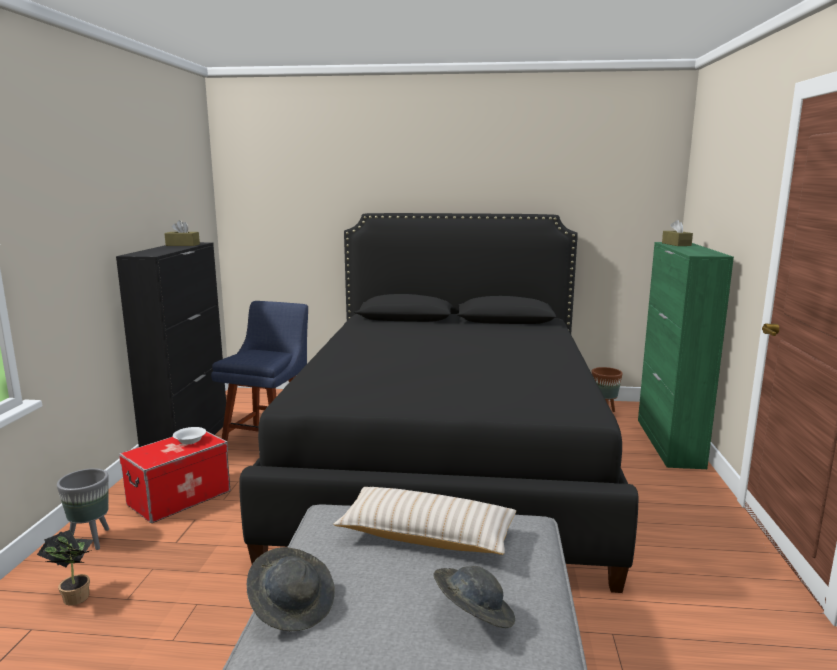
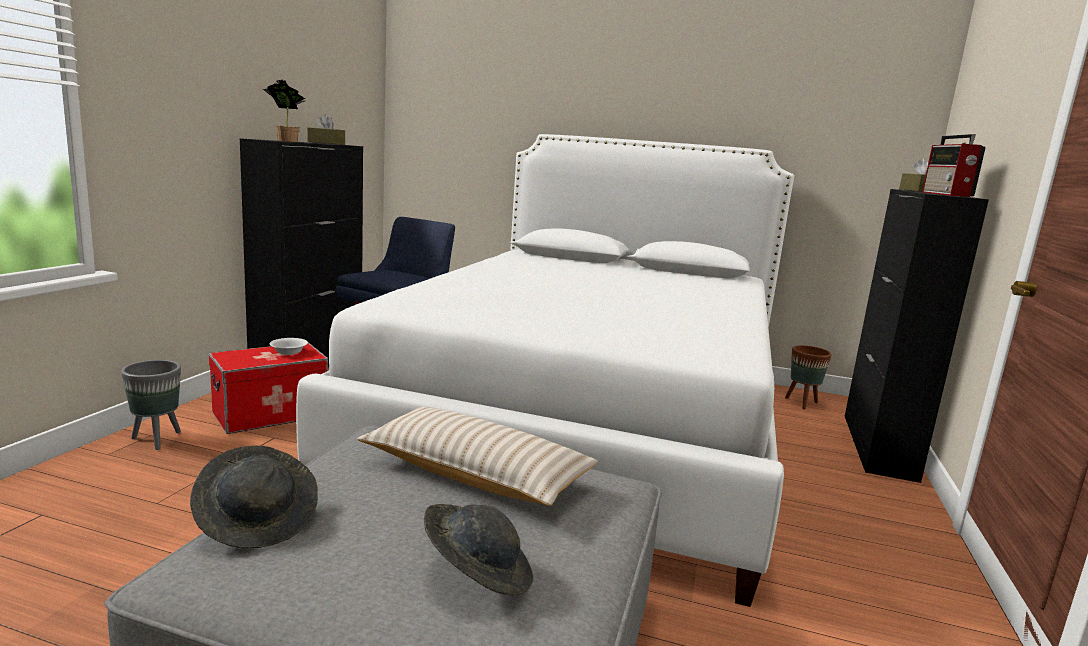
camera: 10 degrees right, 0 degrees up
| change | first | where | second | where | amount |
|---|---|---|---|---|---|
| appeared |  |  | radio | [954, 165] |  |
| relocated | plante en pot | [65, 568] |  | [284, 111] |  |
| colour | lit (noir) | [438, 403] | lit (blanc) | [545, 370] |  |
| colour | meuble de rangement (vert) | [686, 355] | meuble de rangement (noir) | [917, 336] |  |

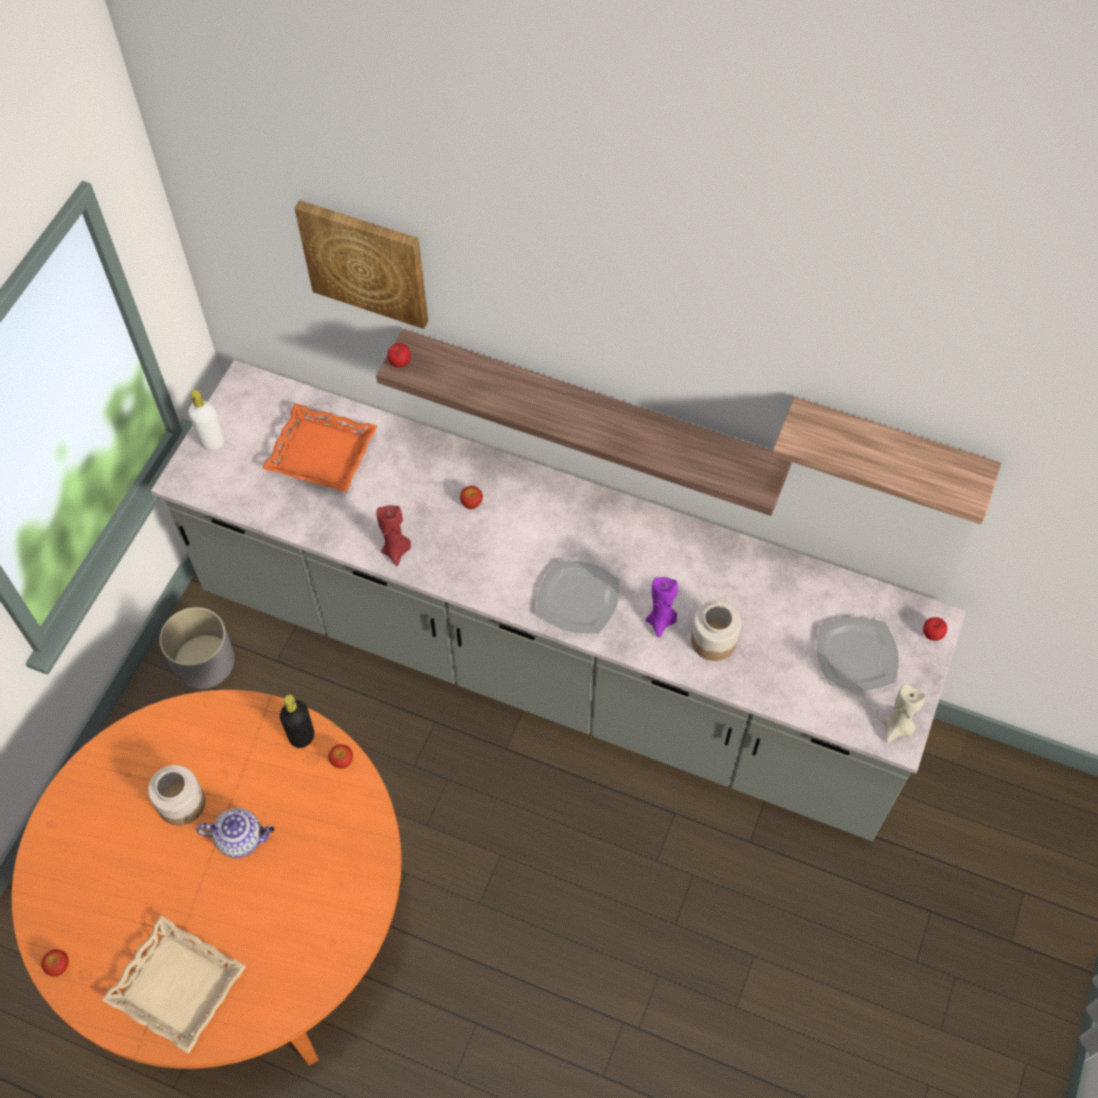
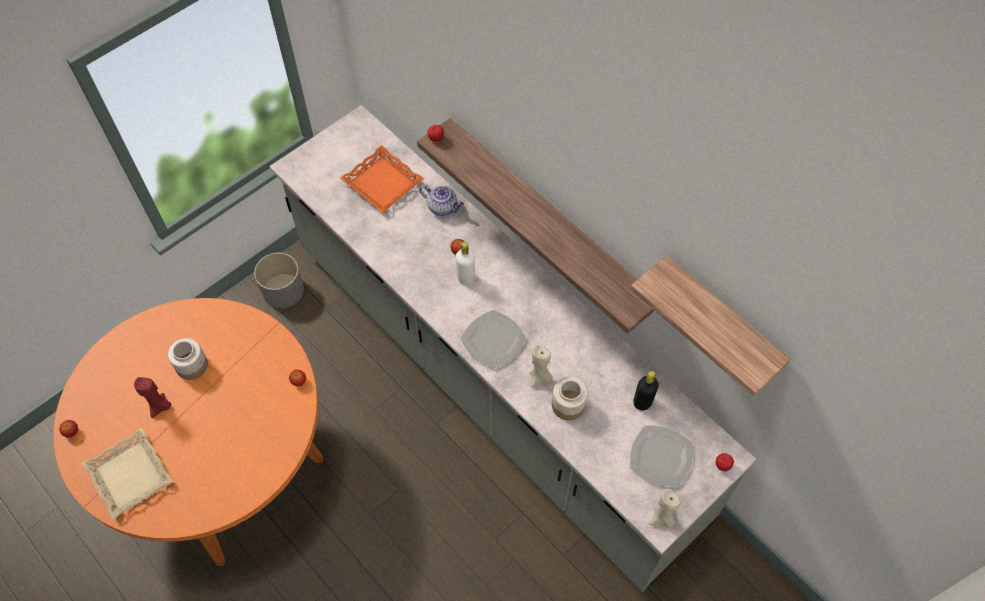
camera: 25 degrees right, 0 degrees up
| change | first | where | second | where | amount |
|---|---|---|---|---|---|
| missing | tableau | [361, 264] |  |  |  |
| relocated | bouteille (blanc) | [206, 420] |  | [465, 263] |  |
| relocated | théière | [235, 833] |  | [442, 201] |  |
| relocated | bouteille (noir) | [297, 721] |  | [646, 391] |  |
| relocated | bougie (rouge) | [394, 535] |  | [152, 397] |  |
| colour | bougie (violet) | [662, 607] | bougie (beige) | [541, 366] |  |

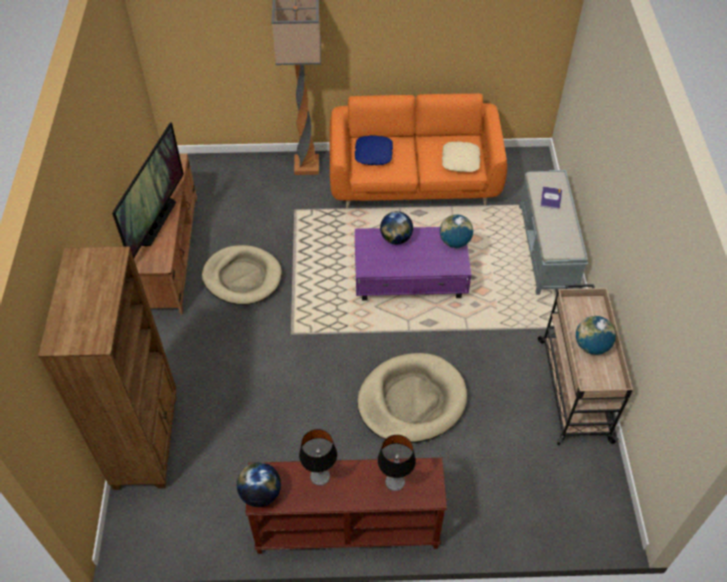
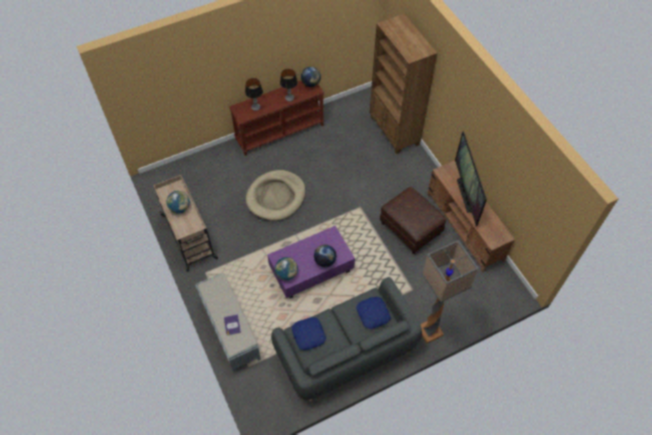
camera: 155 degrees right, 5 degrees up
| change | first | where | second | where | amount |
|---|---|---|---|---|---|
| exchanged | panier pour chien (beige) | [242, 275] | pouf (marron) | [413, 220] |  |
| colour | canapé (orange) | [418, 150] | canapé (gris) | [346, 339] |  |
| colour | coussin (beige) | [461, 156] | coussin (bleu) | [309, 333] |  |

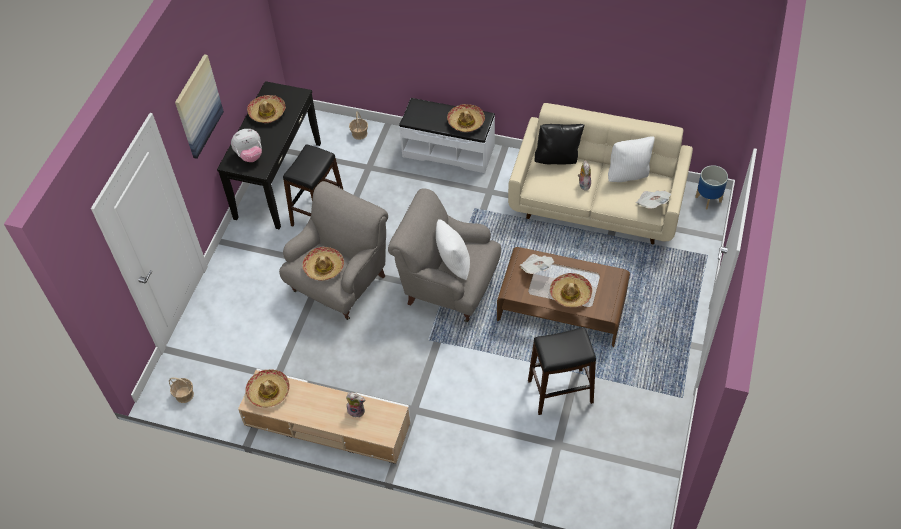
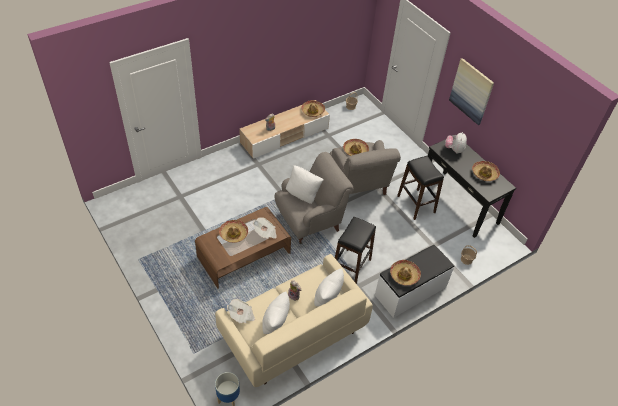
camera: 125 degrees right, 5 degrees down
| change | first | where | second | where | amount |
|---|---|---|---|---|---|
| relocated | tabouret (noir) | [562, 371] |  | [355, 250] |  |
| colour | coussin (noir) | [559, 144] | coussin (blanc) | [329, 287] |  |

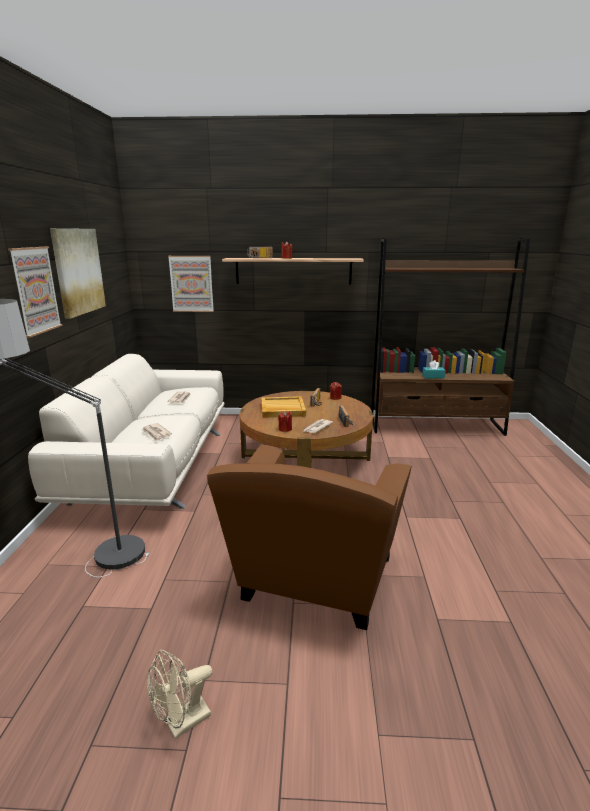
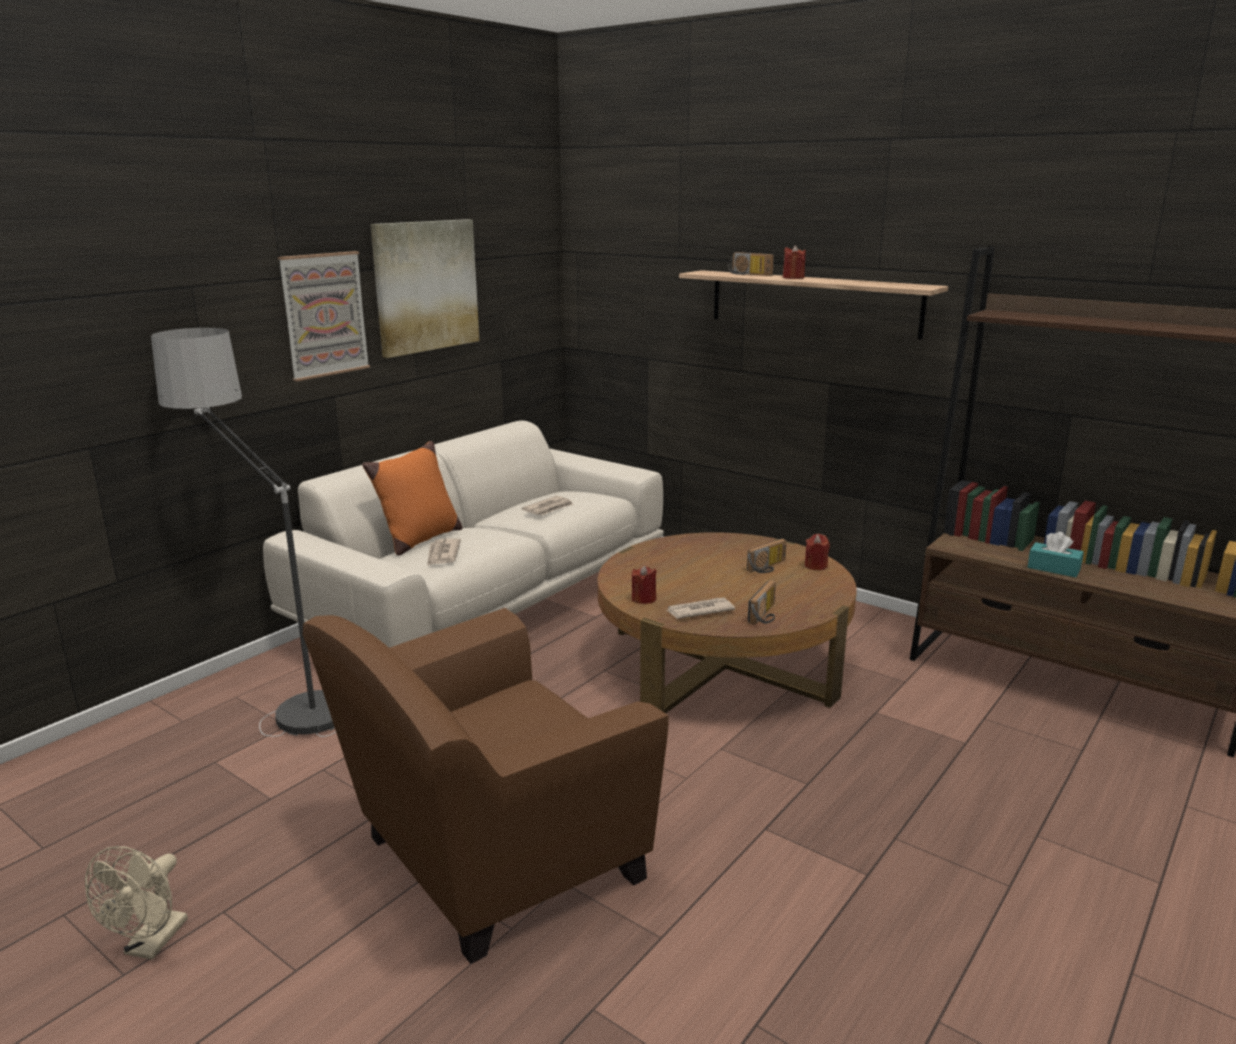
camera: 35 degrees right, 0 degrees up
| change | first | where | second | where | amount |
|---|---|---|---|---|---|
| missing | tableau | [191, 284] |  |  |  |
| missing | plateau (beige) | [283, 407] |  |  |  |
| appeared |  |  | coussin (orange) | [412, 498] |  |
| spun | ventilateur (beige) | [180, 694] |  | [136, 903] | 75 degrees counterclockwise |

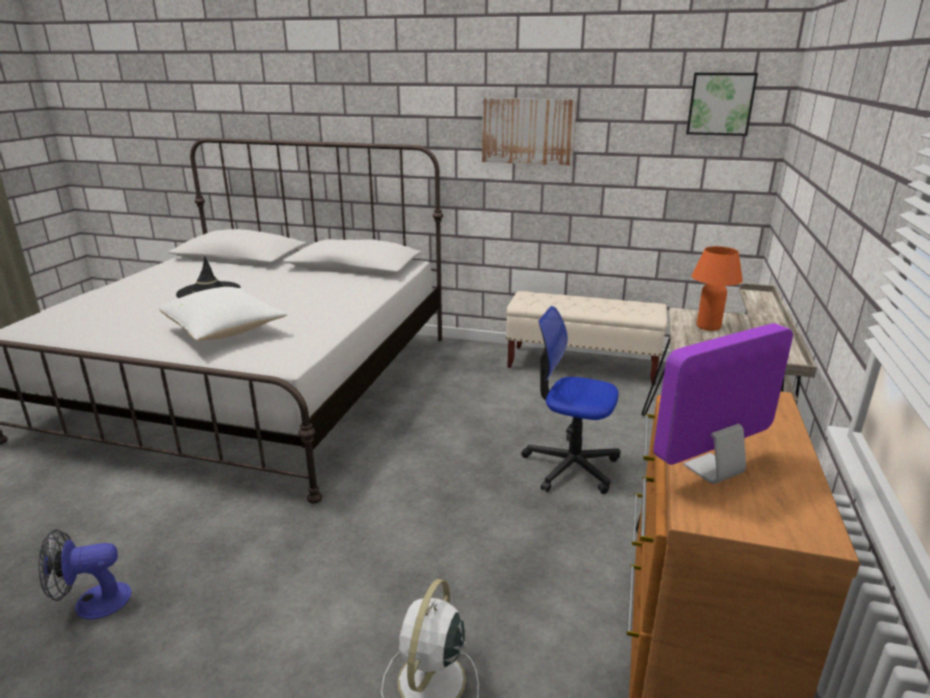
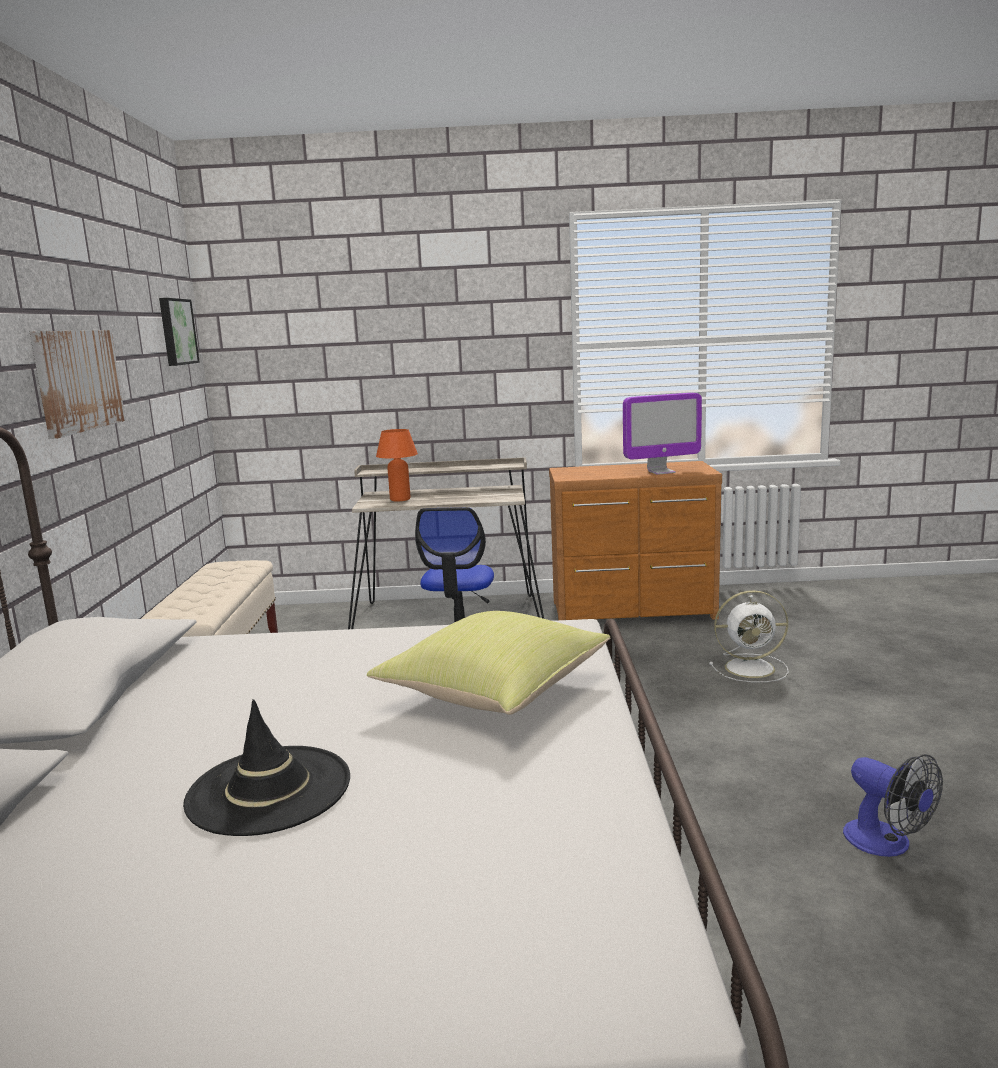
camera: 105 degrees left, 10 degrees down
| change | first | where | second | where | amount |
|---|---|---|---|---|---|
| colour | coussin (blanc) | [223, 314] | coussin (jaune) | [488, 663] |  |
| spun | écran d'ordinateur | [723, 403] |  | [662, 434] | 60 degrees counterclockwise |

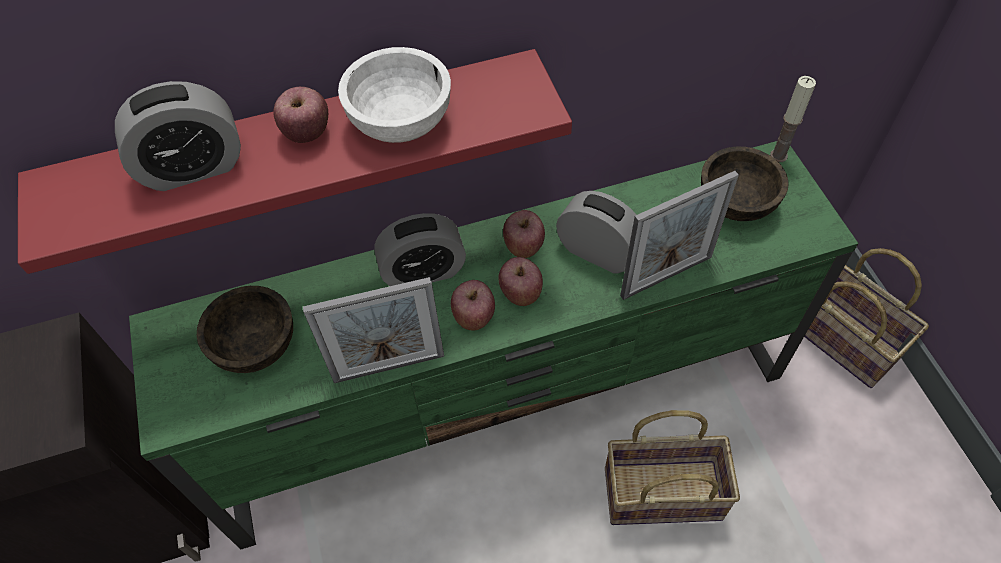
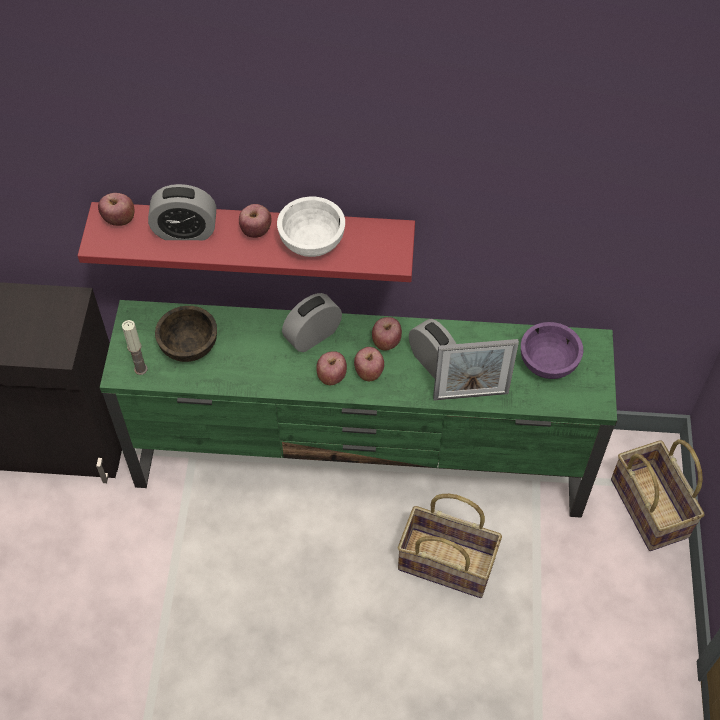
camera: 20 degrees right, 0 degrees up
| change | first | where | second | where | amount |
|---|---|---|---|---|---|
| missing | cadre photo | [373, 330] |  |  |  |
| appeared |  |  | pomme | [116, 209] |  |
| relocated | bougie | [793, 119] |  | [135, 347] |  |
| colour | bol (marron) | [745, 183] | bol (violet) | [552, 350] |  |
| spun | réveil | [420, 249] |  | [312, 322] | 135 degrees clockwise |

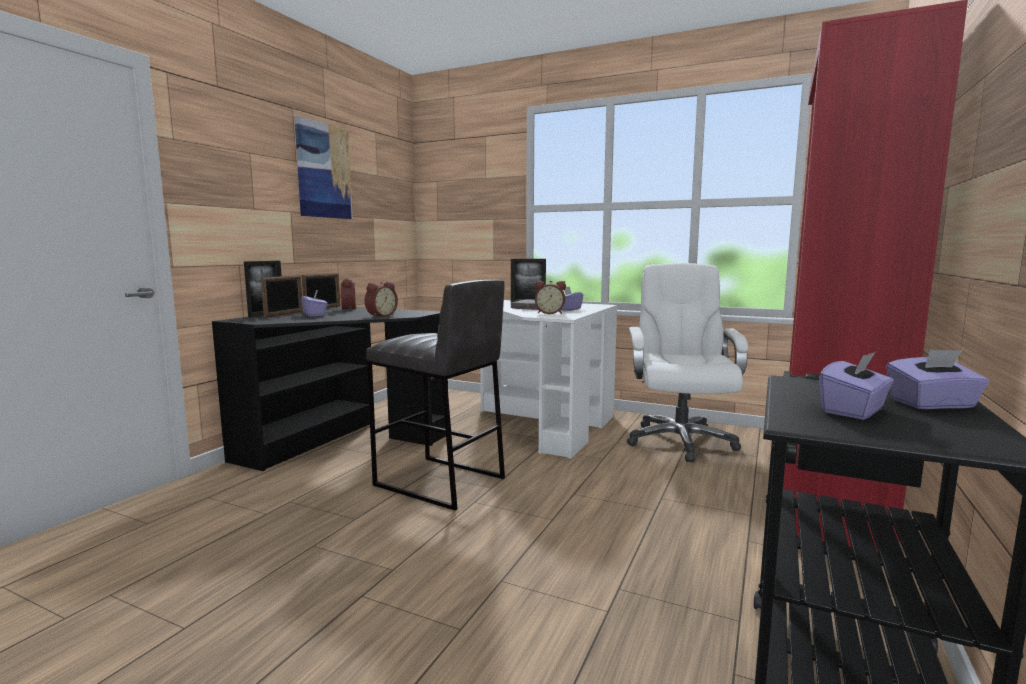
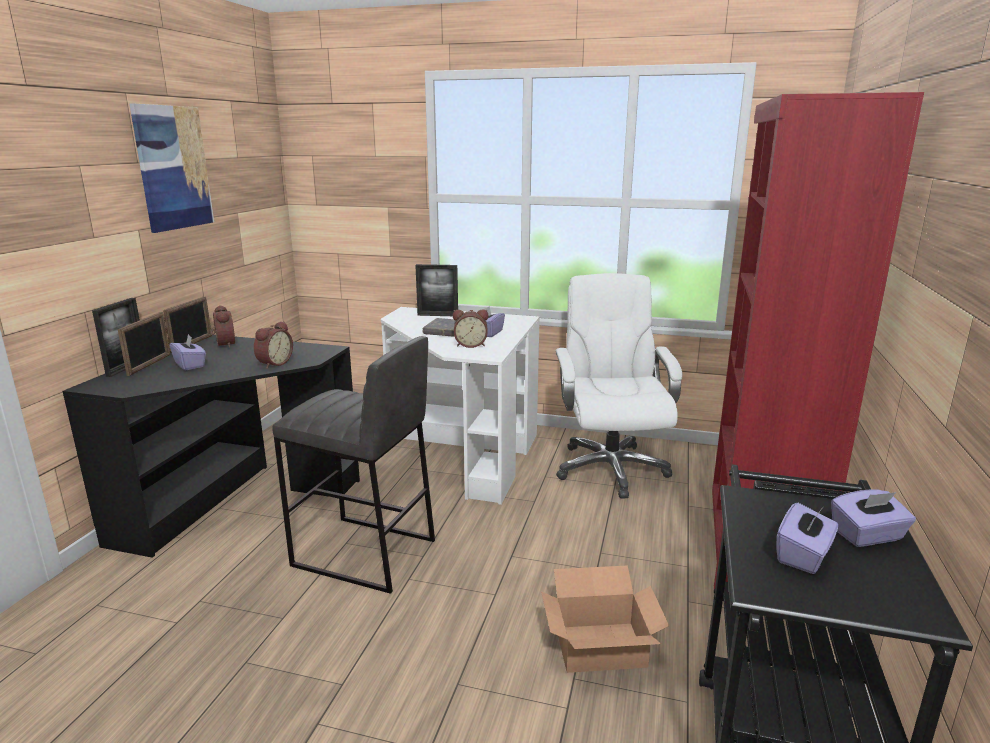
camera: 10 degrees left, 10 degrees up
| change | first | where | second | where | amount |
|---|---|---|---|---|---|
| appeared |  |  | carton | [605, 619] |  |

